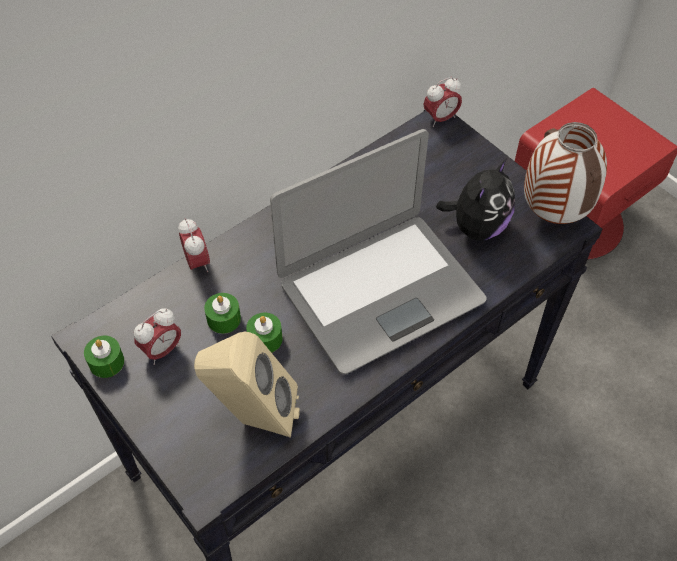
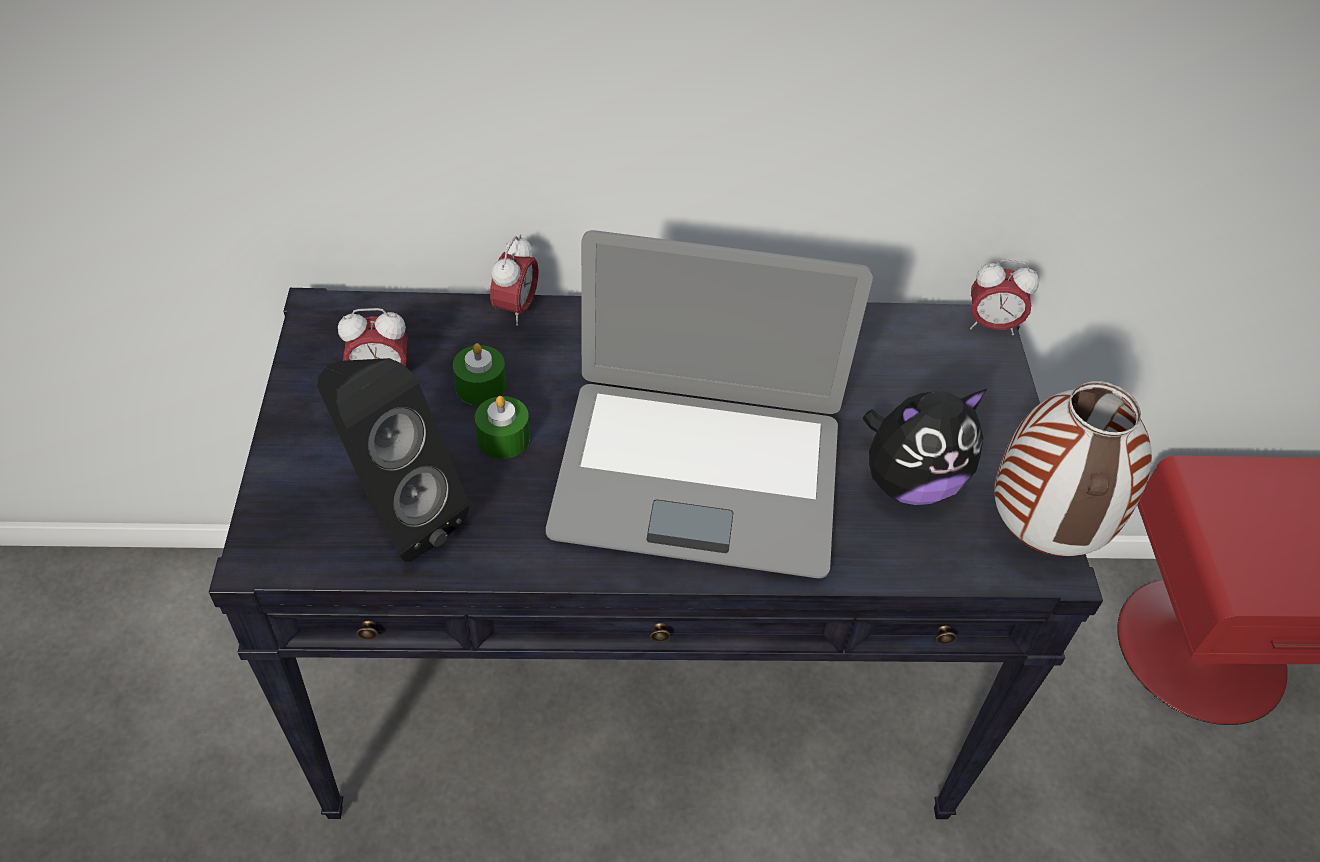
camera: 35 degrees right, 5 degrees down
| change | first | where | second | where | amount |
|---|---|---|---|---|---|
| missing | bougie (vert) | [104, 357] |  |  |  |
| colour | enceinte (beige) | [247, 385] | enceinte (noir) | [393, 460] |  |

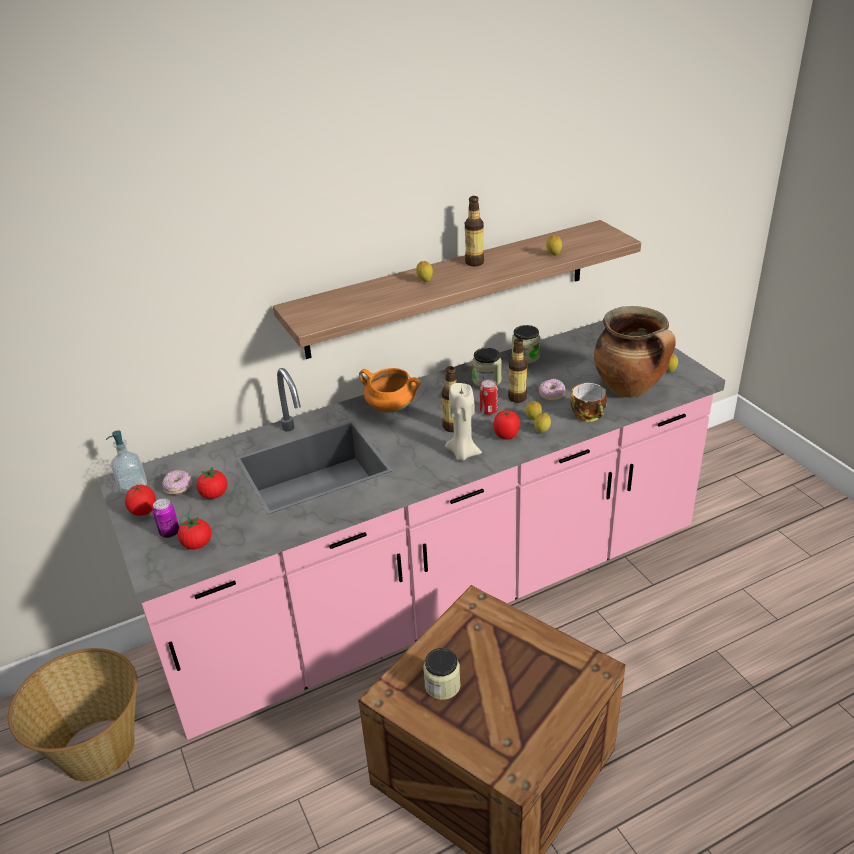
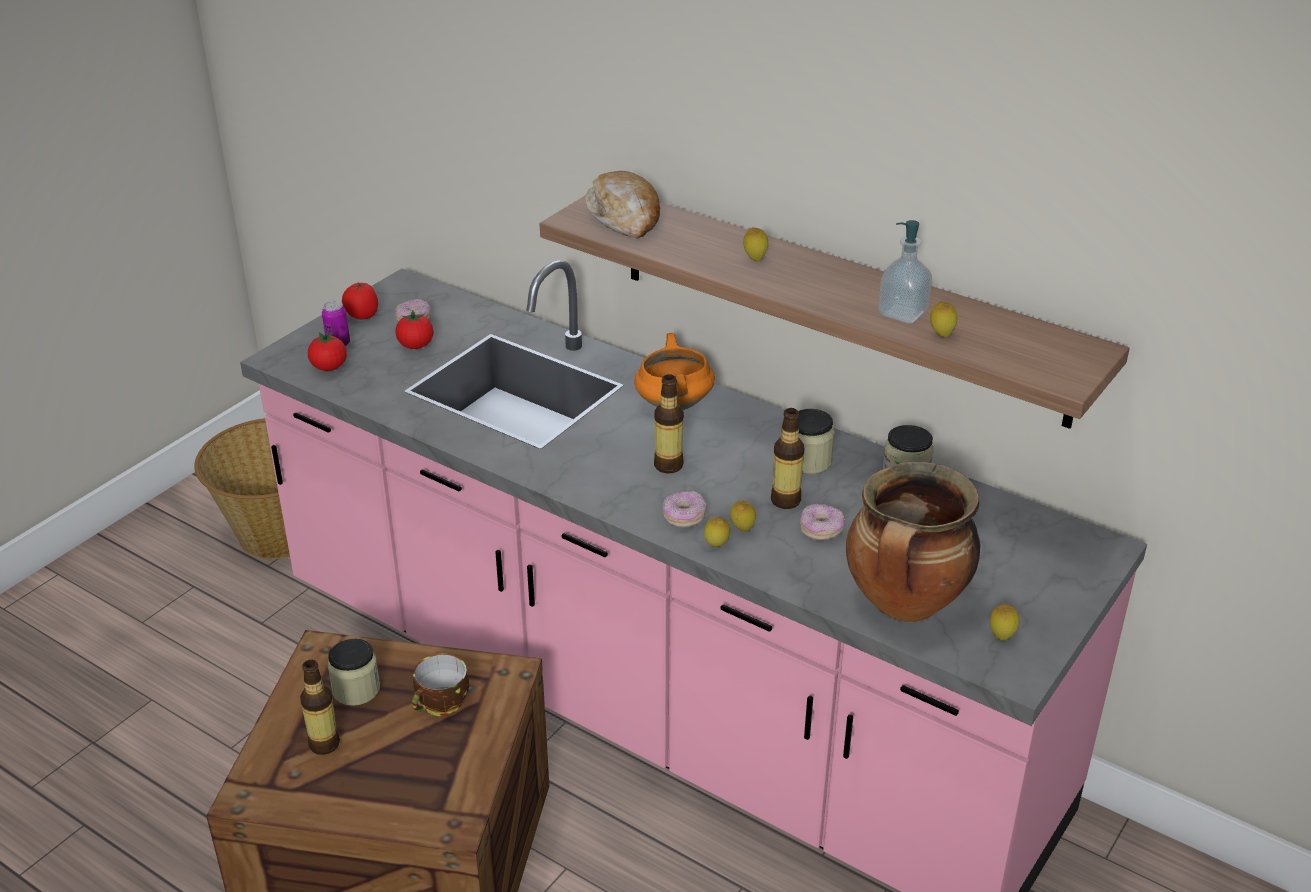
camera: 60 degrees right, 0 degrees up
| change | first | where | second | where | amount |
|---|---|---|---|---|---|
| missing | bougie (beige) | [463, 422] |  |  |  |
| missing | boîte métallique | [489, 397] |  |  |  |
| appeared |  |  | pain | [622, 204] |  |
| relocated | distributeur de savon | [126, 462] |  | [905, 272] |  |
| relocated | bouteille | [474, 231] |  | [320, 707] |  |
| relocated | tasse | [588, 402] |  | [440, 684] |  |
| exchanged | tomate | [506, 424] | beignet | [684, 509] |  |

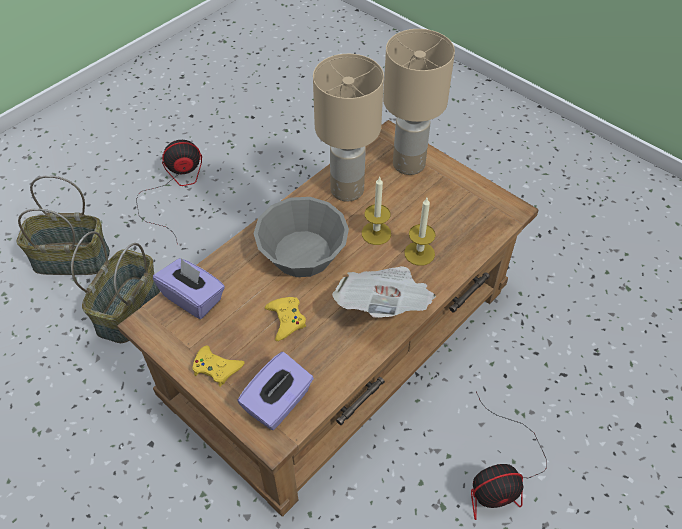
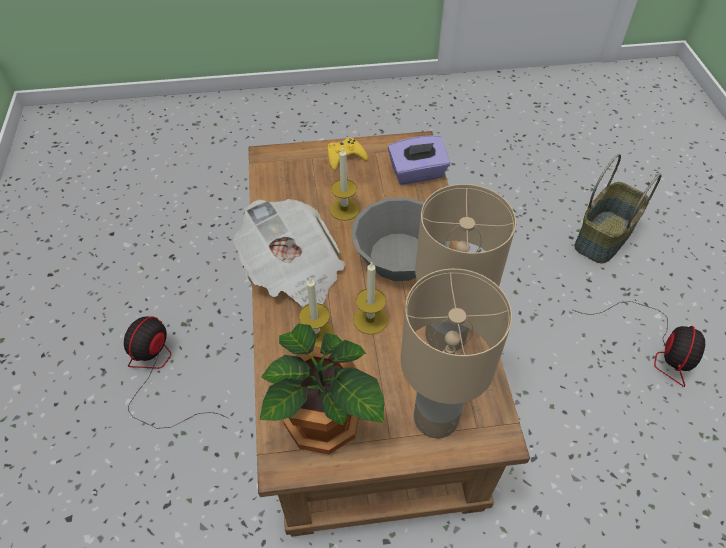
camera: 130 degrees right, 0 degrees up
| change | first | where | second | where | amount |
|---|---|---|---|---|---|
| missing | panier | [115, 287] |  |  |  |
| missing | boîte à mouchoirs (violet) | [275, 391] |  |  |  |
| appeared |  |  | plante en pot | [322, 389] |  |
| exchanged | manette (jaune) | [285, 319] | bougie | [345, 184] |  |

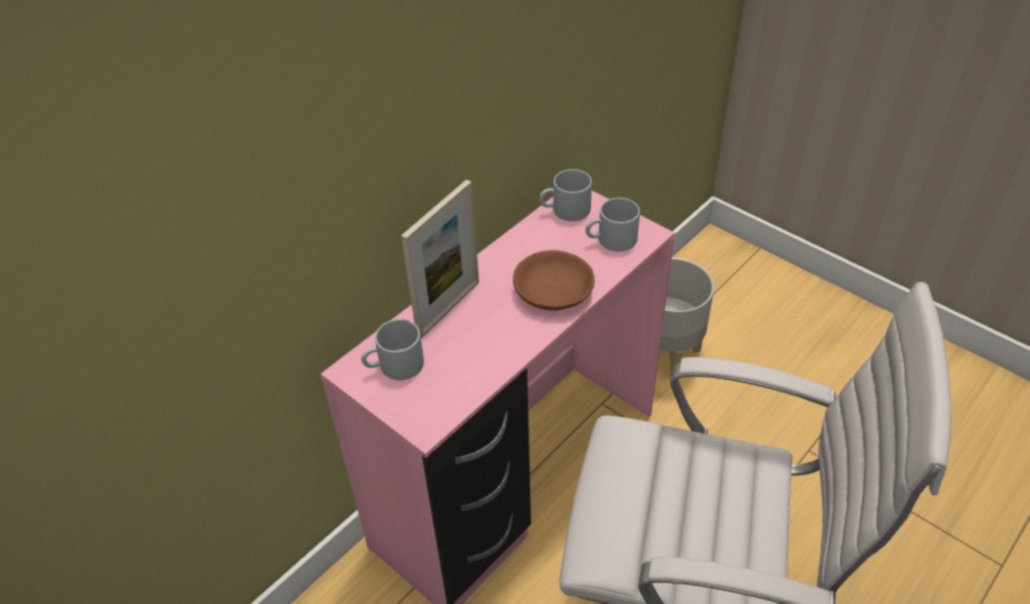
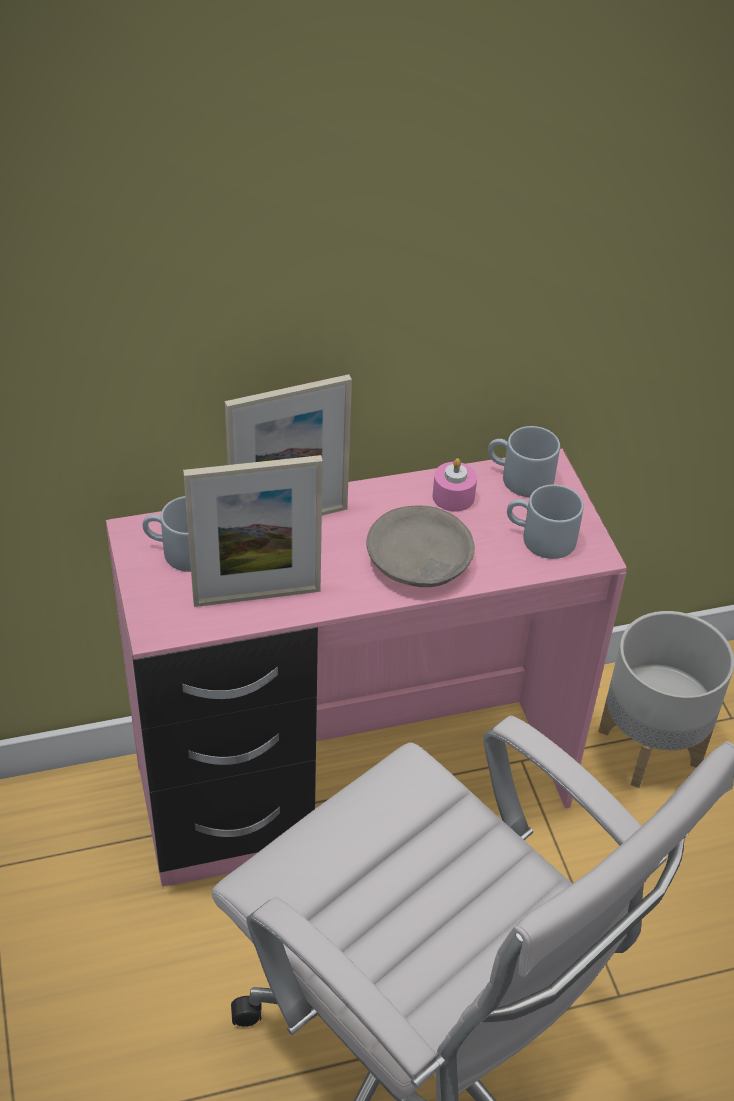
camera: 30 degrees right, 0 degrees up
| change | first | where | second | where | amount |
|---|---|---|---|---|---|
| appeared |  |  | cadre photo | [253, 531] |  |
| appeared |  |  | bougie (rose) | [455, 485] |  |
| colour | bol (marron) | [554, 280] | bol (gris) | [420, 546] |  |

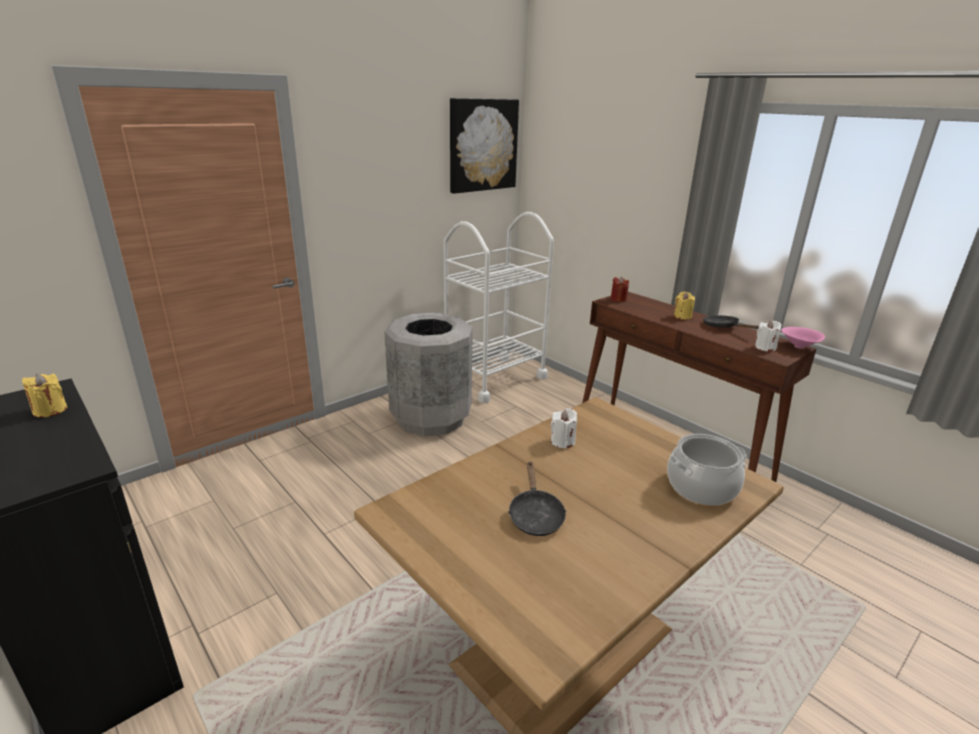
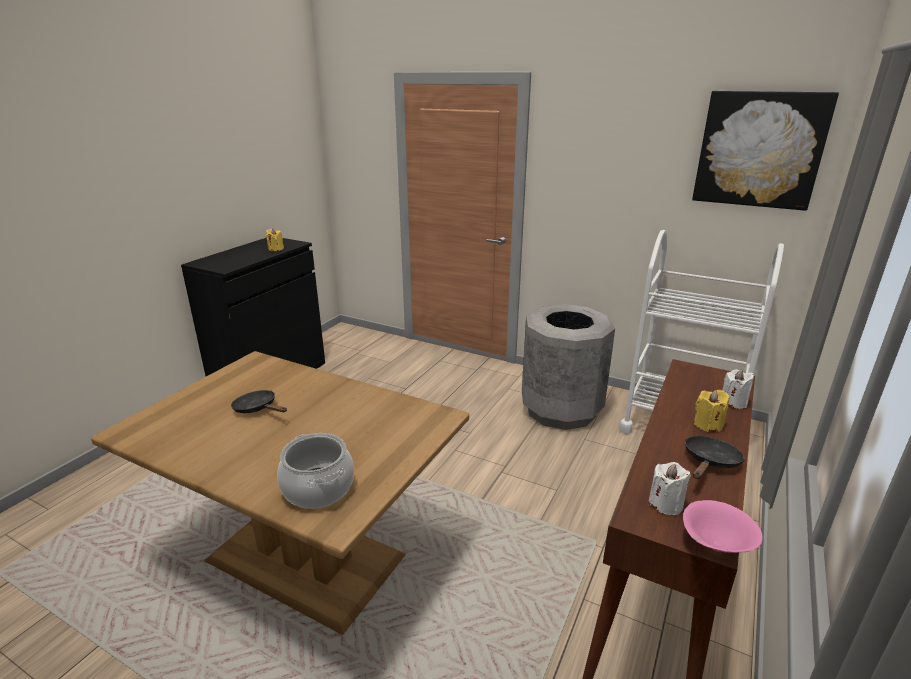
camera: 70 degrees right, 0 degrees up
| change | first | where | second | where | amount |
|---|---|---|---|---|---|
| missing | bougie (rouge) | [619, 289] |  |  |  |
| relocated | bougie (blanc) | [564, 428] |  | [738, 389] |  |
| spun | poêle (noir) | [537, 498] |  | [259, 401] | 60 degrees clockwise |

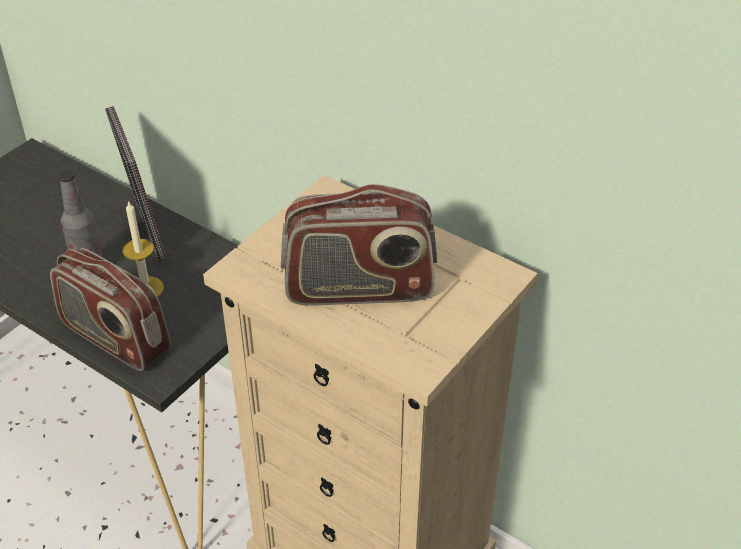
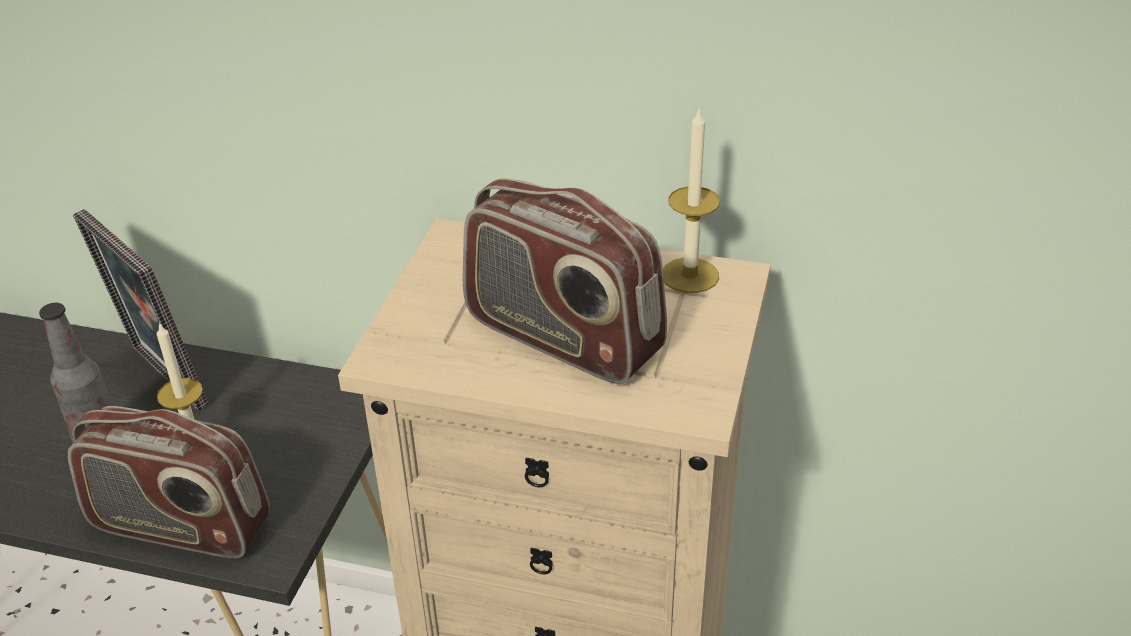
camera: 20 degrees left, 5 degrees down
| change | first | where | second | where | amount |
|---|---|---|---|---|---|
| appeared |  |  | bougie | [691, 200] |  |
| spun | radio | [359, 244] |  | [565, 281] | 60 degrees clockwise |

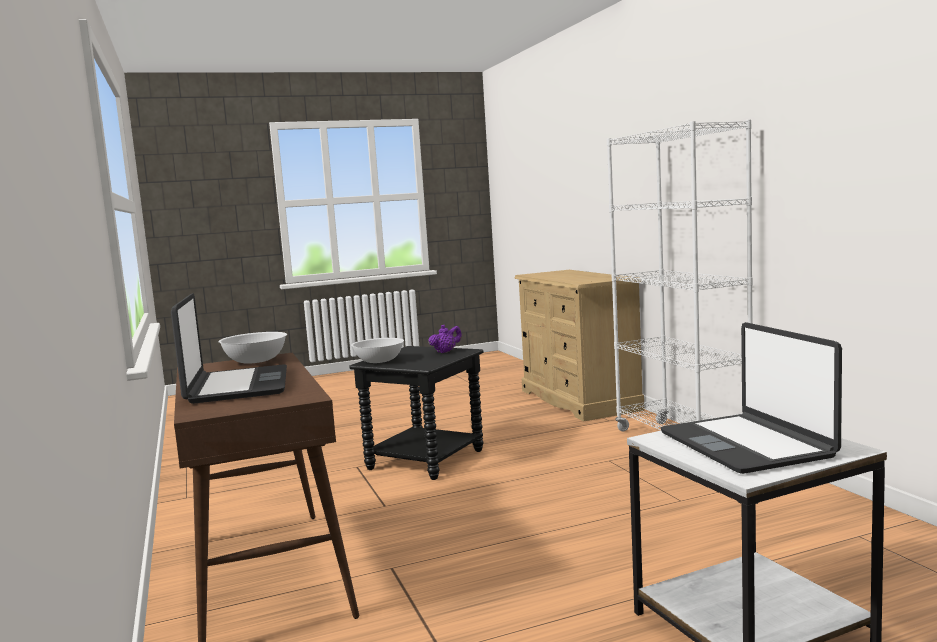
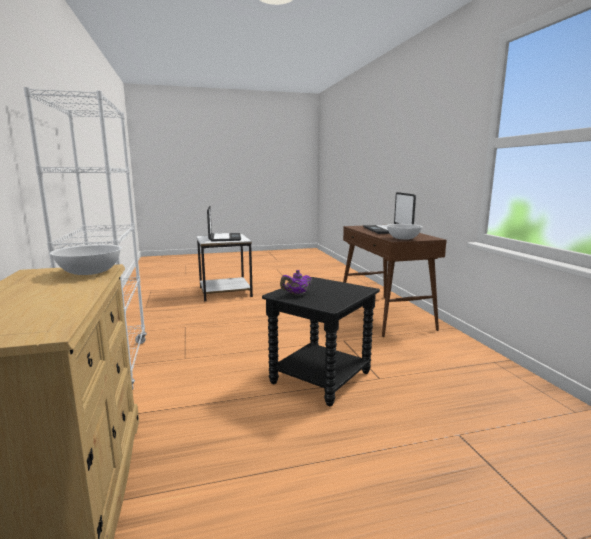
camera: 175 degrees left, 5 degrees up
| change | first | where | second | where | amount |
|---|---|---|---|---|---|
| relocated | bol (blanc) | [377, 350] |  | [86, 259] |  |

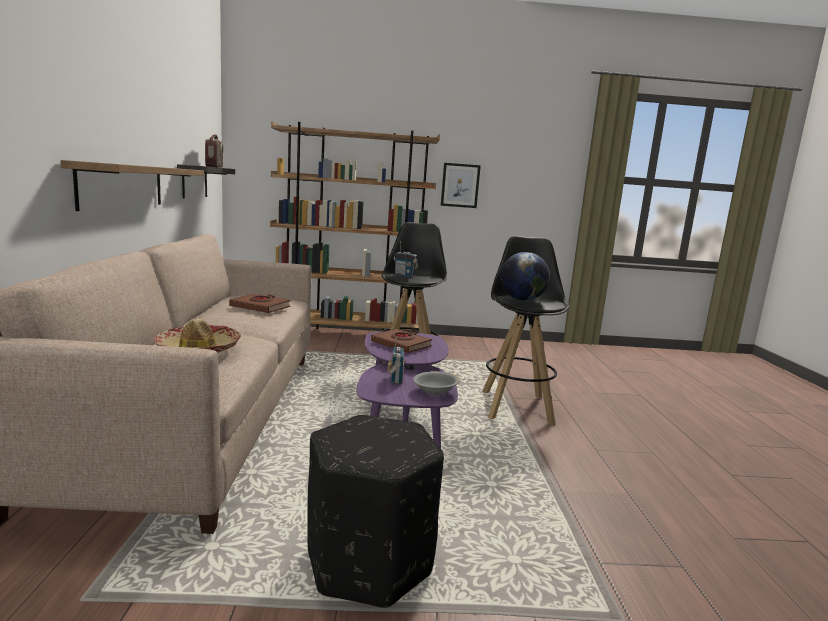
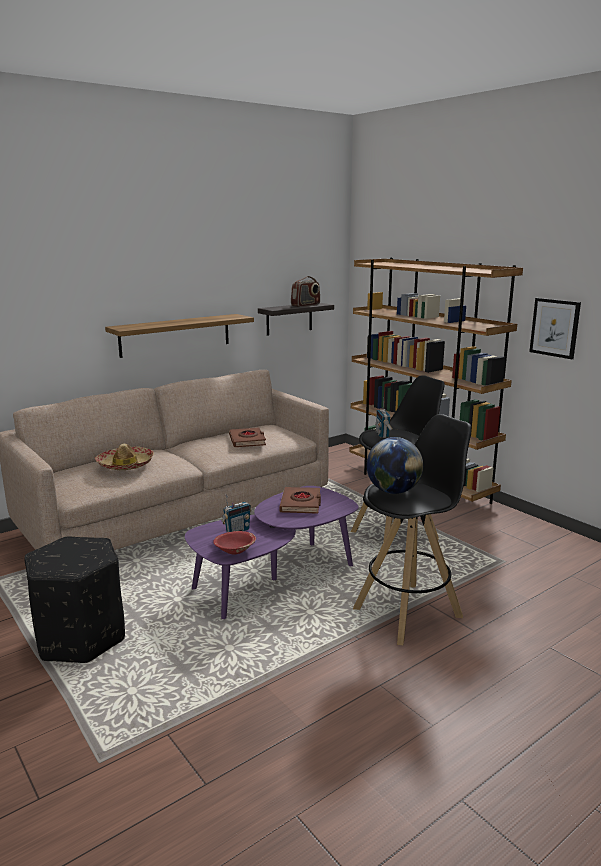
camera: 55 degrees right, 5 degrees up
| change | first | where | second | where | amount |
|---|---|---|---|---|---|
| colour | bol (gris) | [436, 383] | bol (rouge) | [234, 543] |  |

